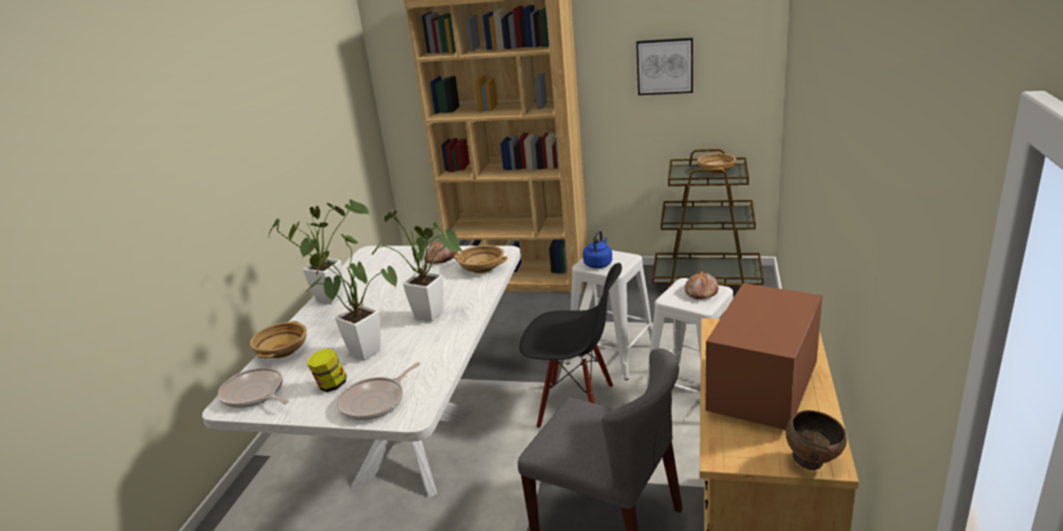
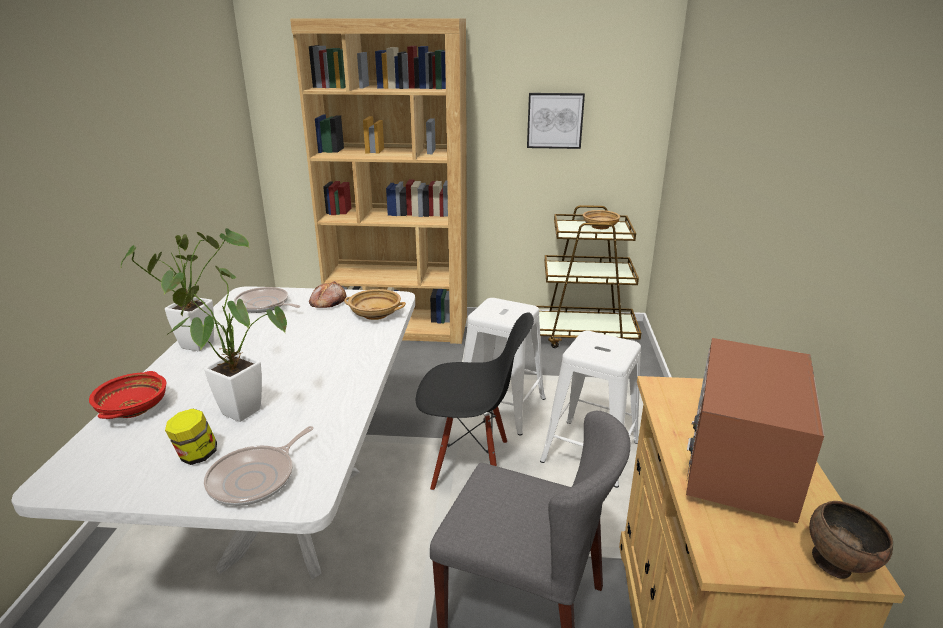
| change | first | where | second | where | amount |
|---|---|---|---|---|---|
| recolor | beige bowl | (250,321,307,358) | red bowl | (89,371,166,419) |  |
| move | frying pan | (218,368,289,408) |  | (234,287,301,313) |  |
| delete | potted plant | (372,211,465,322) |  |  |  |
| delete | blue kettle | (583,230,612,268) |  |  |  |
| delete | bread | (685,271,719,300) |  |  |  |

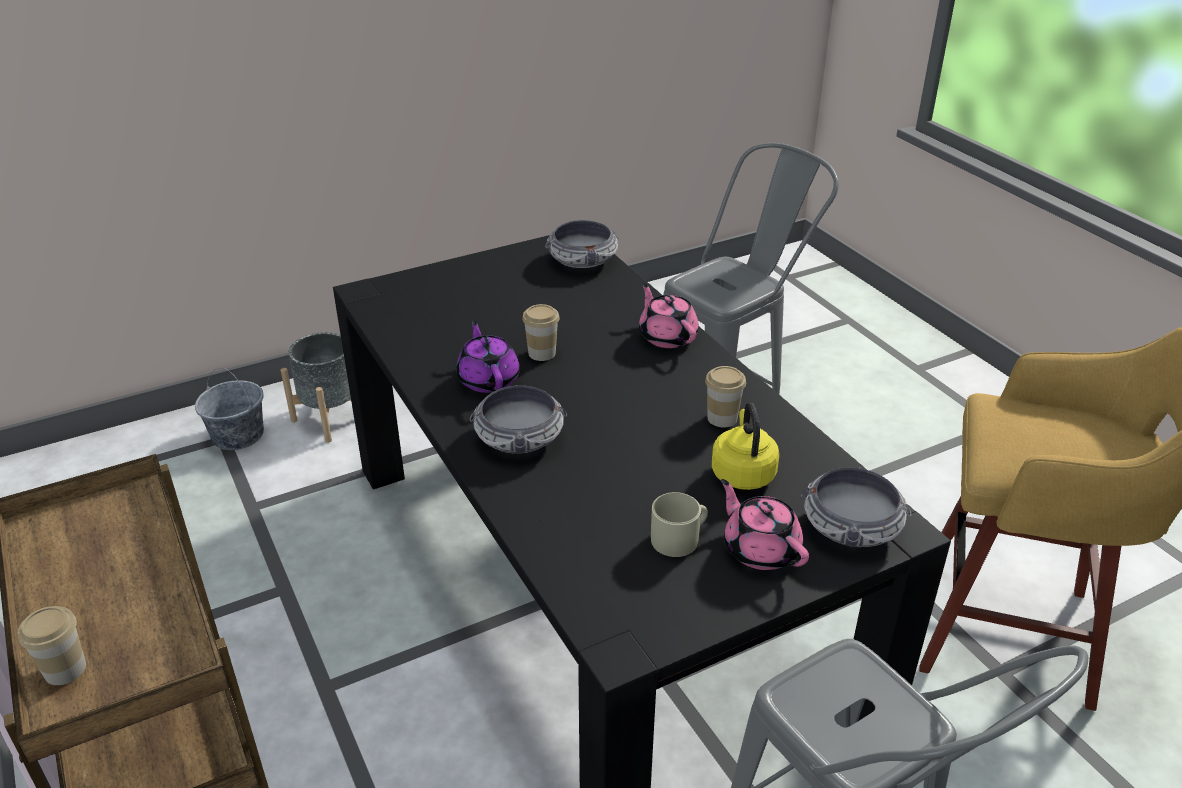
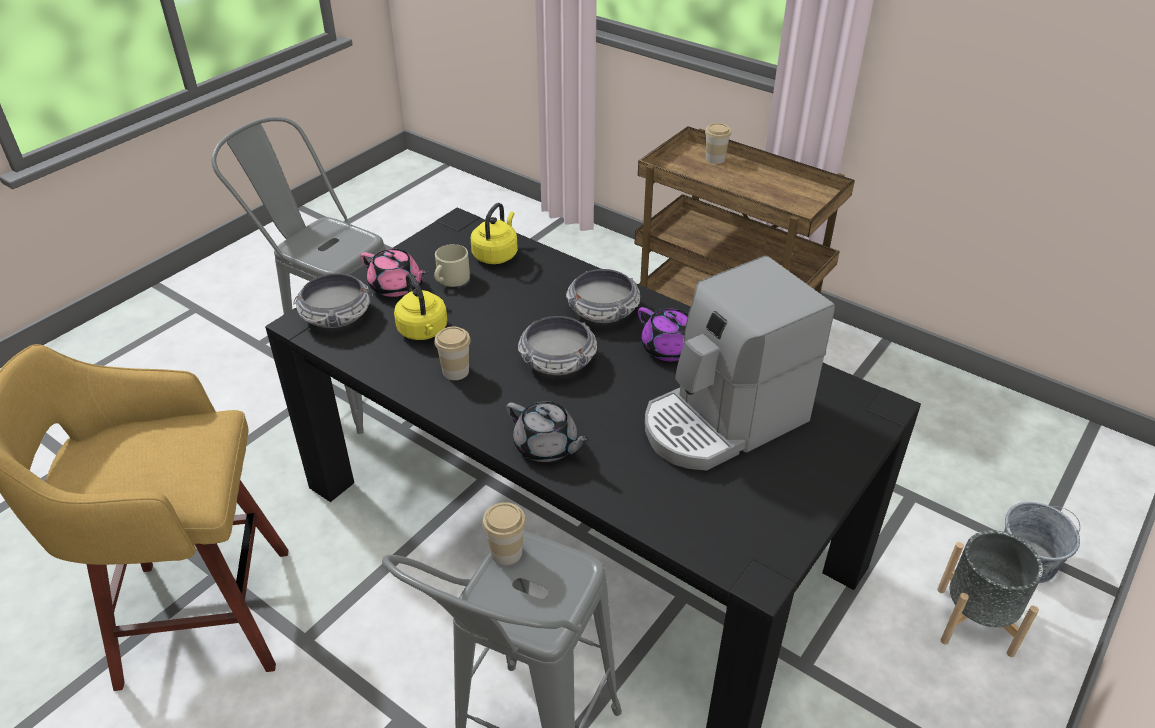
| change | first | where | second | where | amount |
|---|---|---|---|---|---|
| insert |  |  | yellow kettle | (471,203,518,264) |  |
| move | cup | (522,304,560,361) |  | (482,502,526,565) |  |
| recolor | pink teapot | (639,283,699,348) | grey teapot | (506,401,591,462) |  |
| move | bowl | (545,220,619,268) |  | (518,316,597,375) |  |
| insert |  |  | coffee machine | (645,256,835,471) |  |

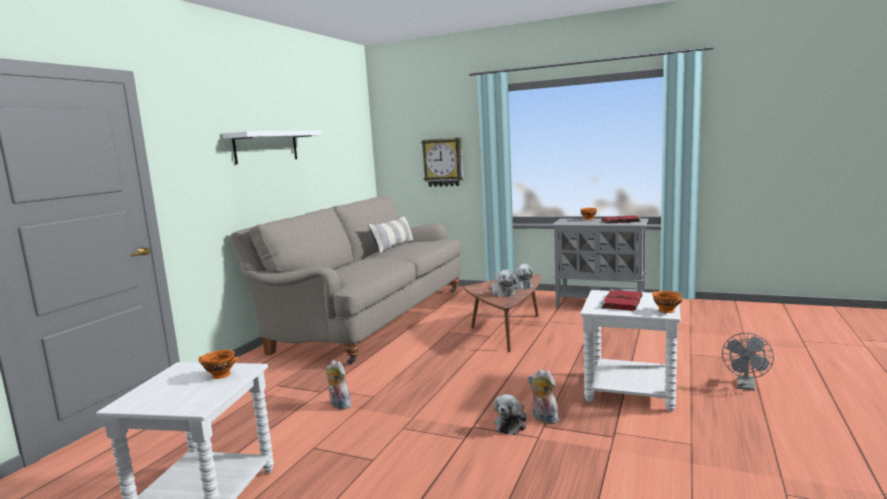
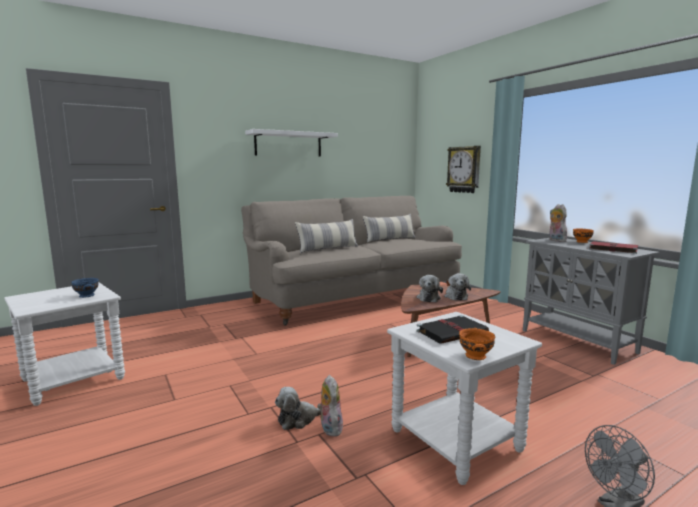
| change | first | where | second | where | amount |
|---|---|---|---|---|---|
| recolor | orange bowl | (198,350,238,379) | blue bowl | (71,278,99,298) |  |
| insert |  |  | pillow | (295,219,358,253) |  |
| recolor | red book | (601,290,643,311) | black book | (416,315,489,344) |  |
| move | plush toy | (326,360,352,410) |  | (549,204,567,242) |  |

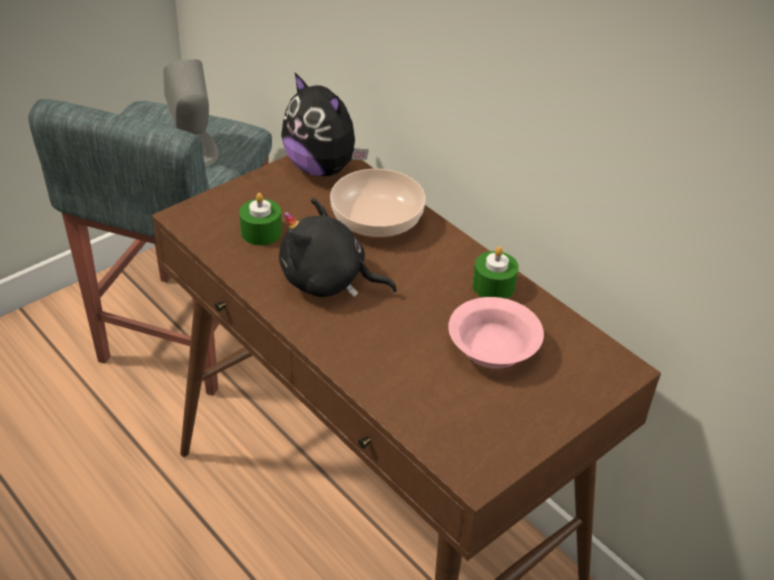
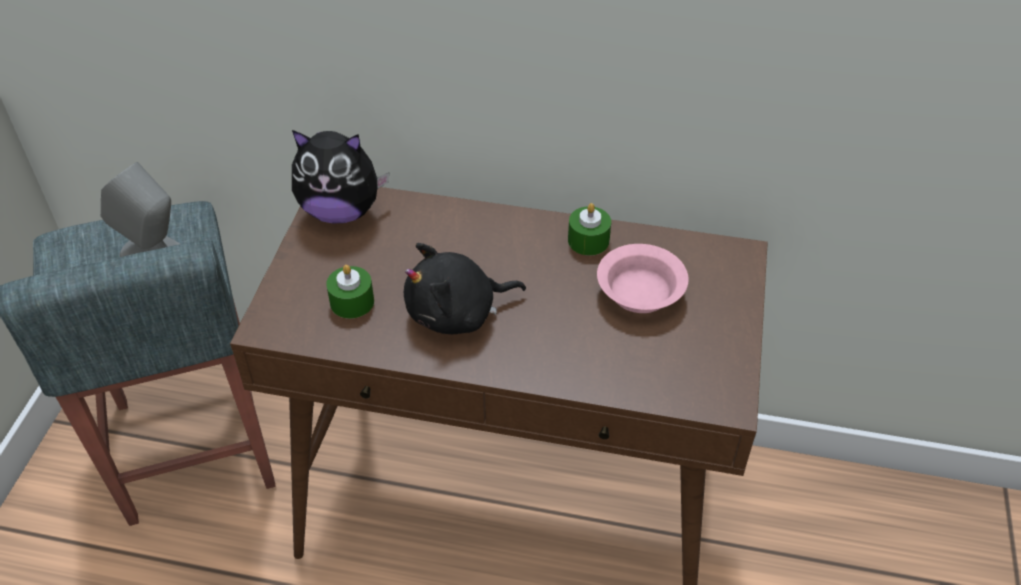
| change | first | where | second | where | amount |
|---|---|---|---|---|---|
| delete | bowl | (330,169,426,238) |  |  |  |

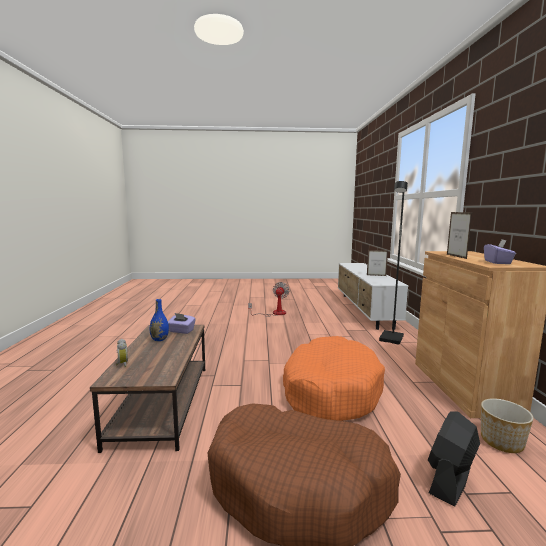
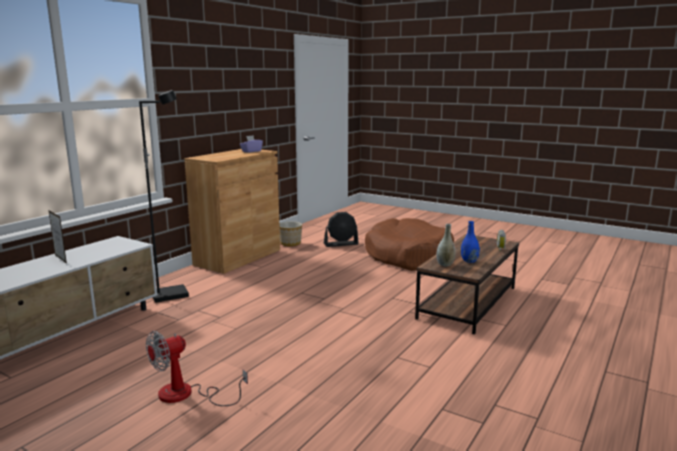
| change | first | where | second | where | amount |
|---|---|---|---|---|---|
| replace | purple tissue box | (168,313,196,334) | grey vase | (436,224,456,267) |  |
| delete | orange dog bed | (283,336,385,421) |  |  |  |
| delete | picture frame | (447,212,472,259) |  |  |  |

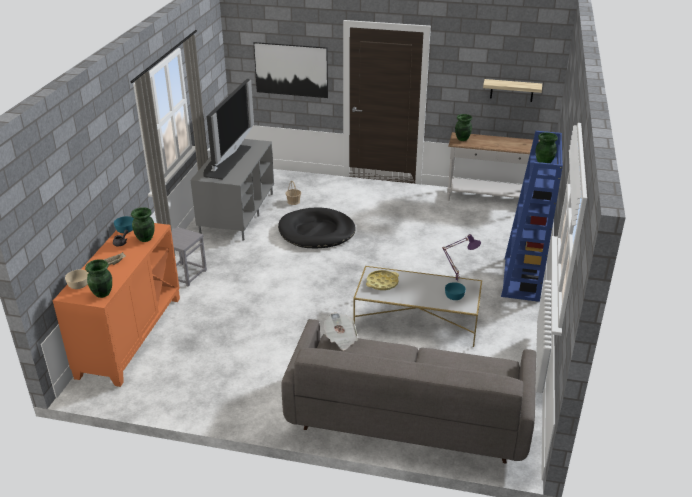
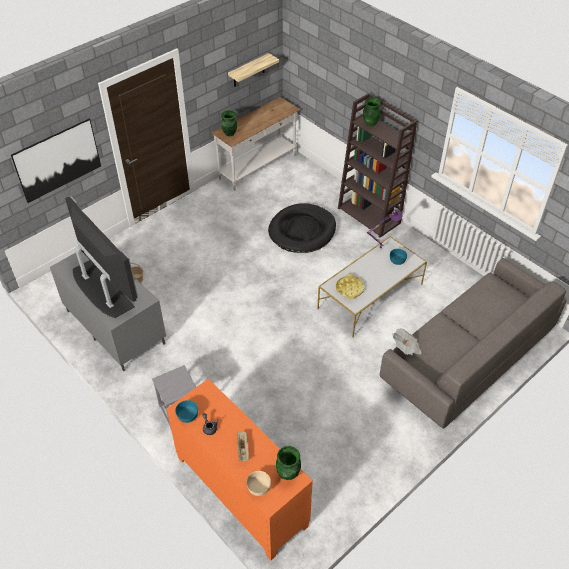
| change | first | where | second | where | amount |
|---|---|---|---|---|---|
| move | black dog bed | (278,207,356,248) |  | (268,203,336,253) |  |
| recolor | blue bookcase | (501,131,563,302) | brown bookcase | (338,93,417,238) |  |
| delete | green vase | (131,207,155,242) |  |  |  |

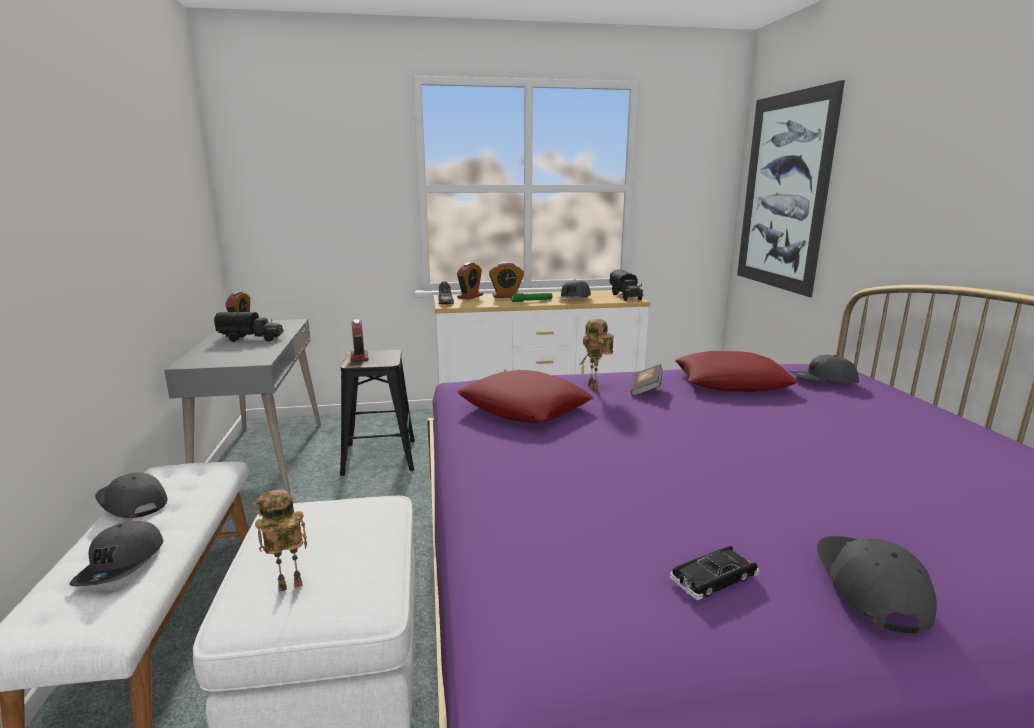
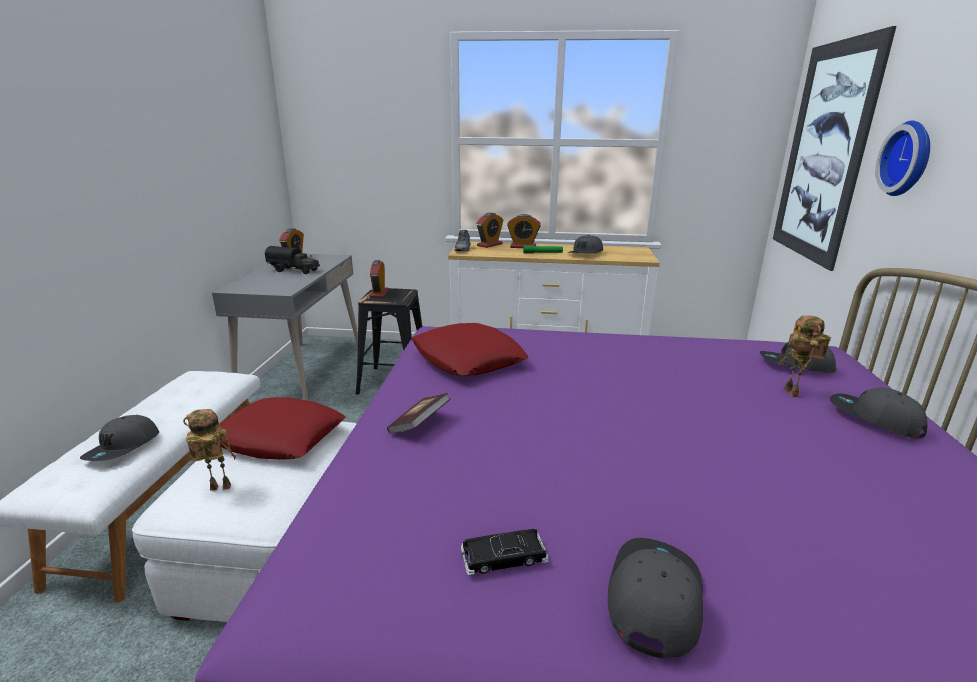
| change | first | where | second | where | amount |
|---|---|---|---|---|---|
| move | red pillow | (675,351,798,392) |  | (219,398,346,460) |  |
| move | book | (631,364,663,396) |  | (387,393,450,434) |  |
| move | toy robot | (580,319,614,391) |  | (778,315,831,397) |  |
| move | grey cap | (95,473,168,518) |  | (830,388,927,439) |  |
| insert |  |  | wall clock | (875,121,930,196) |  |
| delete | toy truck | (610,269,643,301) |  |  |  |

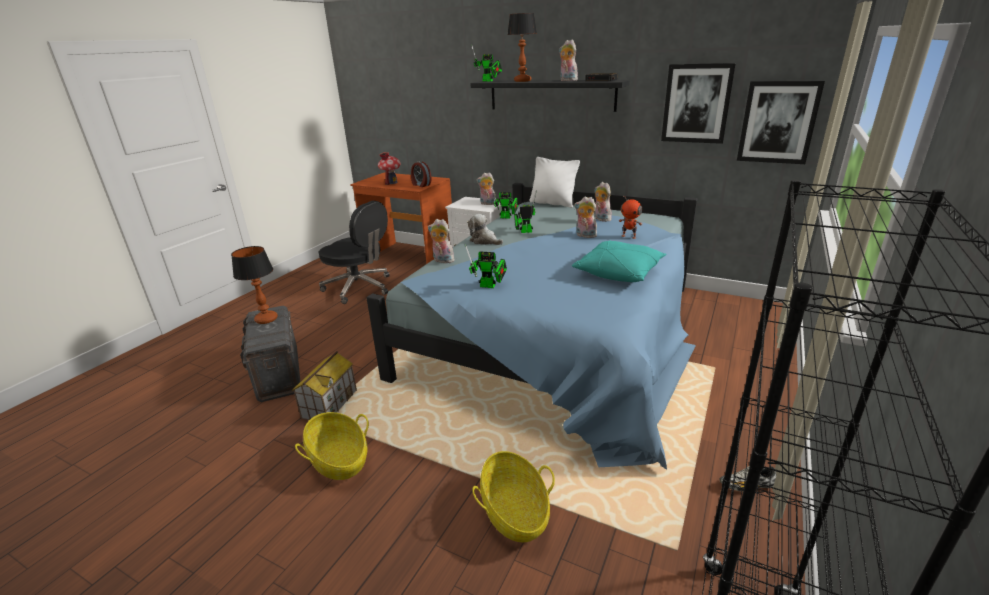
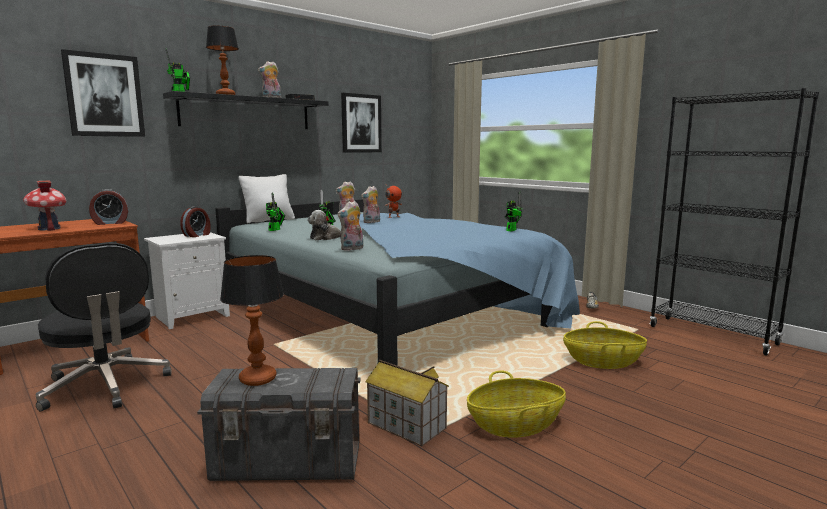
| change | first | where | second | where | amount |
|---|---|---|---|---|---|
| rotate | black office chair | (319,201,390,304) |  | (36,243,171,412) | 90 degrees clockwise |
| move | picture | (737,81,825,164) |  | (61,49,145,137) |  |
| replace | plush toy | (477,172,496,205) | alarm clock | (180,206,211,237) |  |
| move | toy robot | (465,244,507,288) |  | (504,191,522,231) |  |
| delete | turquoise pillow | (572,241,667,282) |  |  |  |

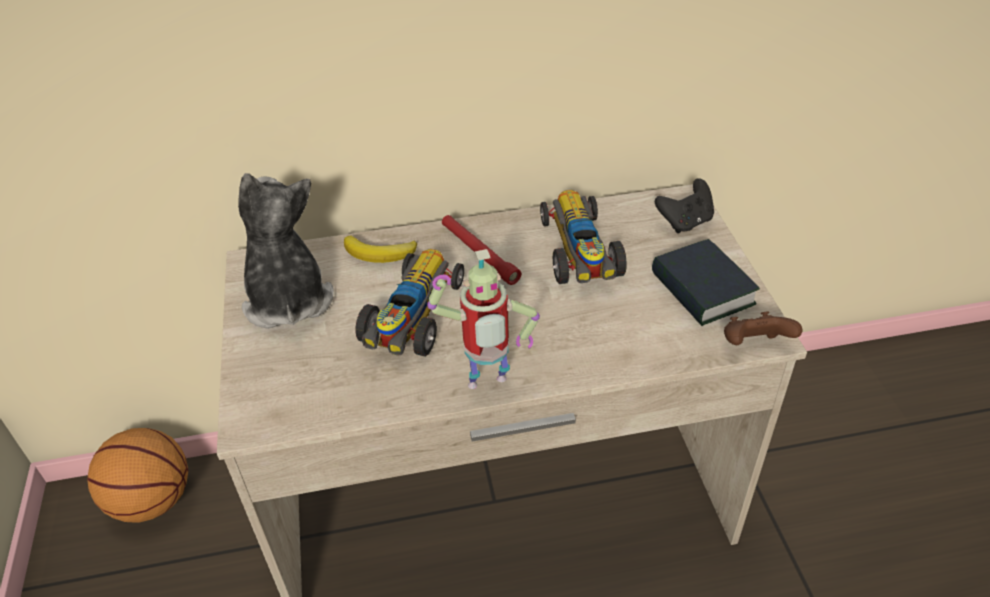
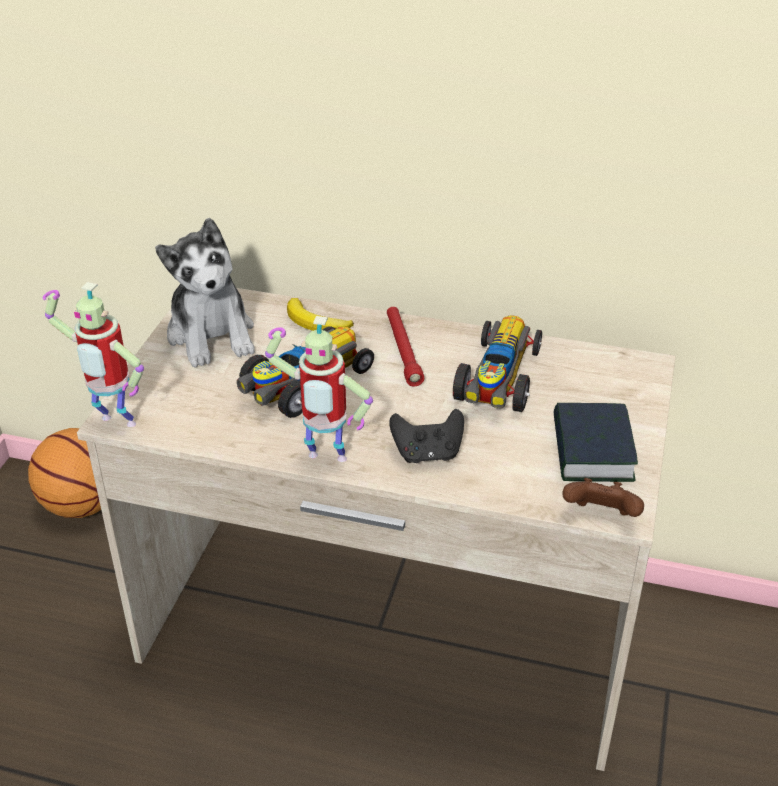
| change | first | where | second | where | amount |
|---|---|---|---|---|---|
| insert |  |  | toy robot | (43,282,144,427) |  |
| rotate | plush toy | (238,173,334,329) |  | (155,218,255,368) | 150 degrees clockwise |
| move | black game controller | (655,178,714,233) |  | (389,409,464,463) |  |

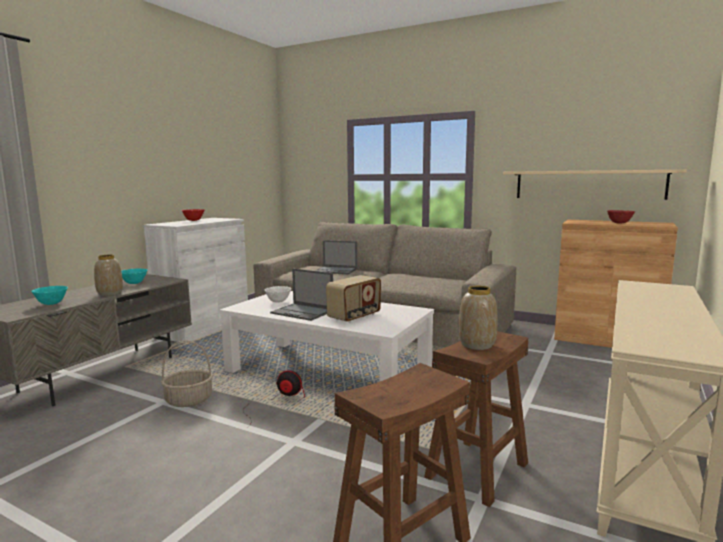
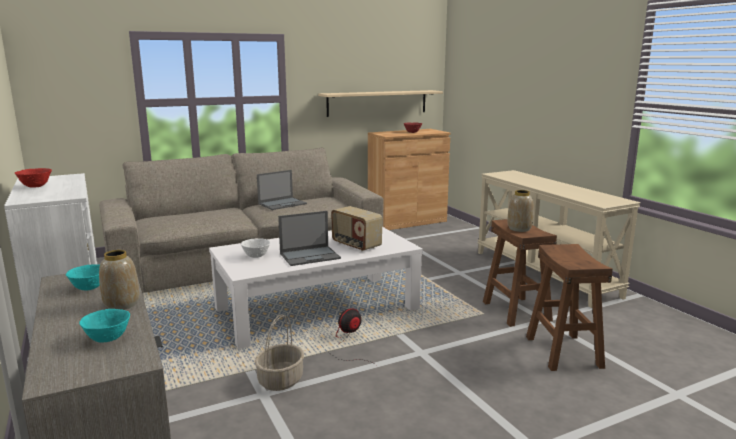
| change | first | where | second | where | amount |
|---|---|---|---|---|---|
| move | laptop | (315,240,357,274) |  | (257,170,307,210) |  |
| rotate | radio | (326,275,381,323) |  | (331,206,383,252) | 150 degrees clockwise |

